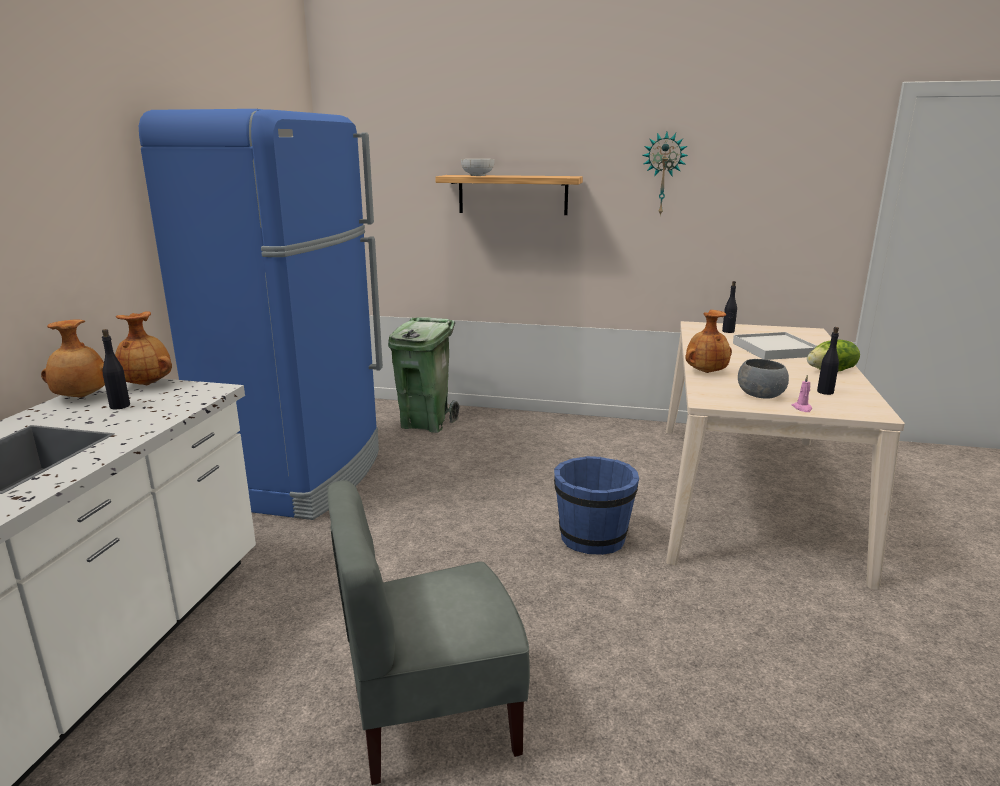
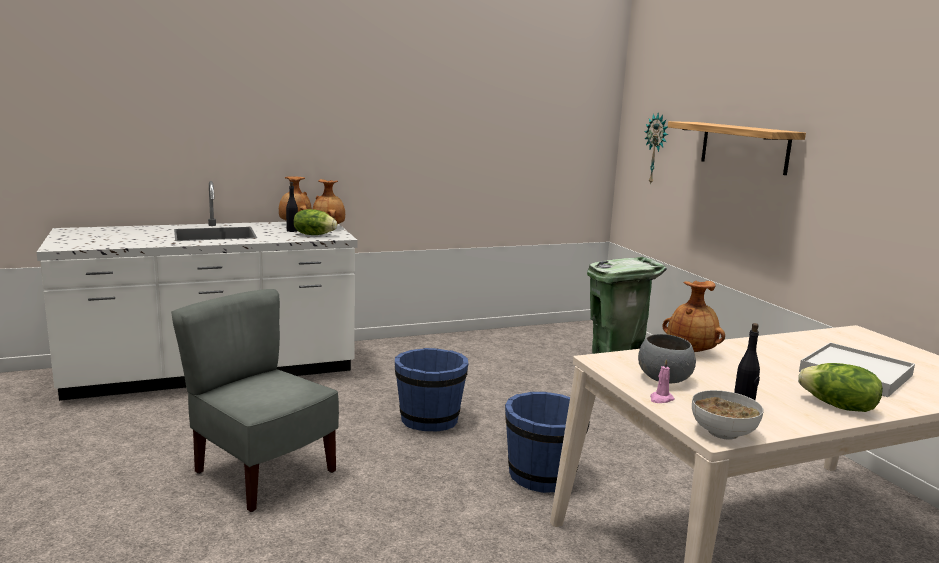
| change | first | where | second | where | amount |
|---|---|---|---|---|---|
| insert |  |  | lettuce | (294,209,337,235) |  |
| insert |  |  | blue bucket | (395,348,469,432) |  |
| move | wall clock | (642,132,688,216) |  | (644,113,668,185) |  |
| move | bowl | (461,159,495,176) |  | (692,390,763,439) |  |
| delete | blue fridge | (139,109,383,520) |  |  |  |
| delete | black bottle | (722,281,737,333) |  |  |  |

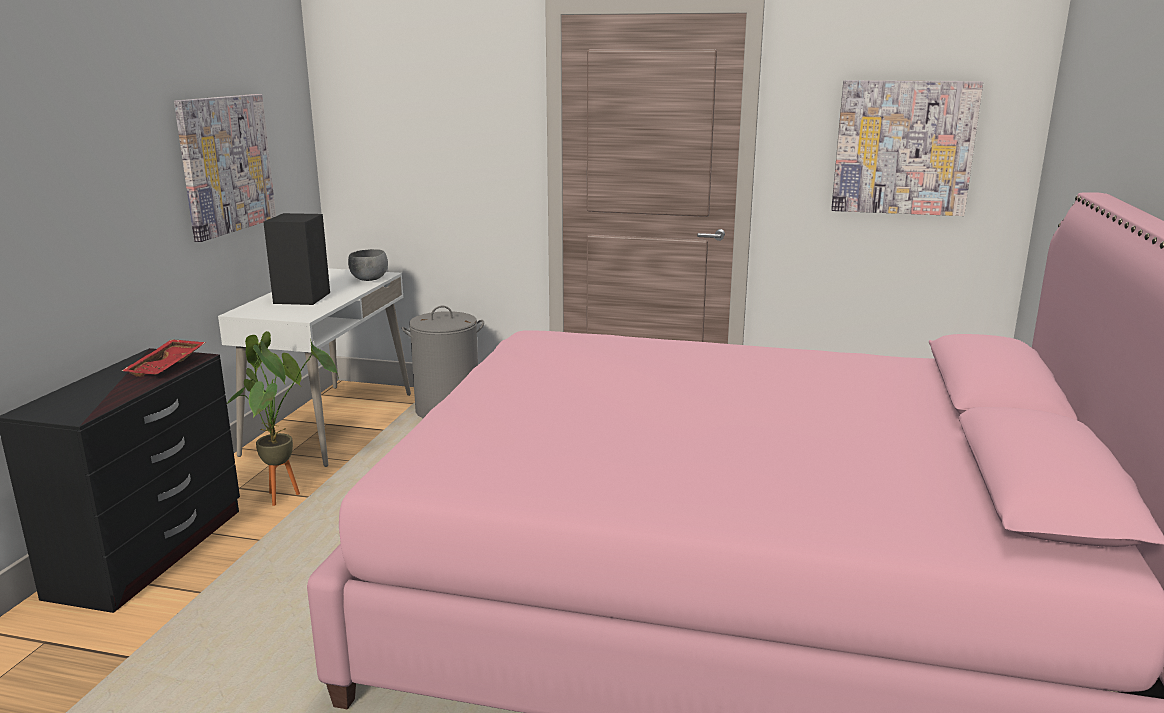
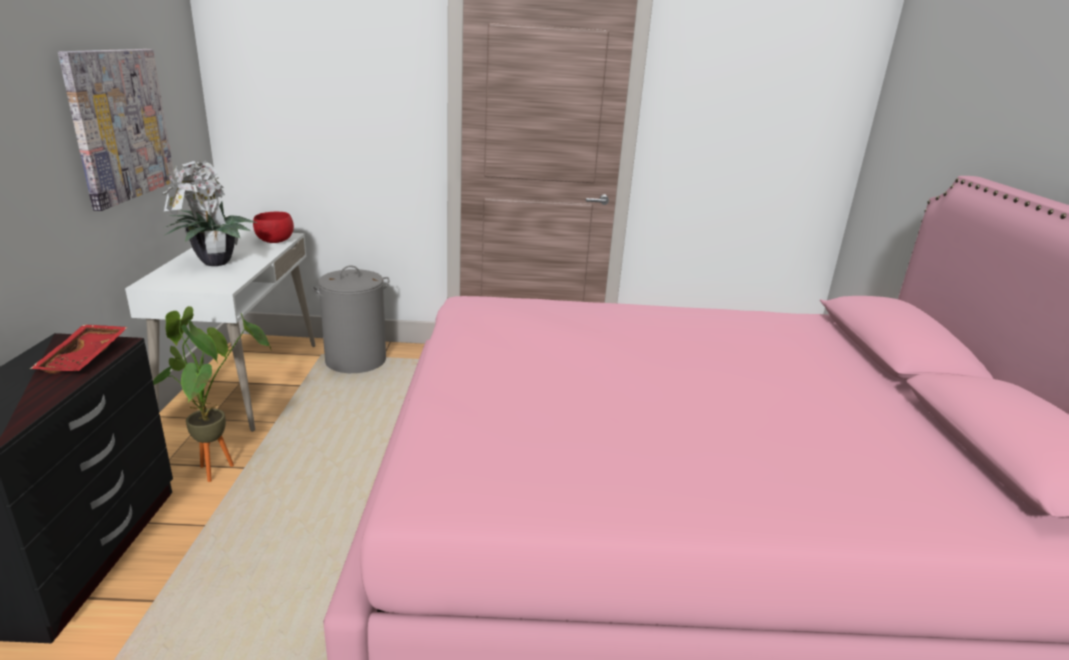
| change | first | where | second | where | amount |
|---|---|---|---|---|---|
| replace | black speaker | (263,213,330,305) | potted plant | (163,160,257,266) |  |
| recolor | grey bowl | (348,249,388,281) | red bowl | (253,212,294,243) |  |
| delete | picture | (831,80,983,216) |  |  |  |

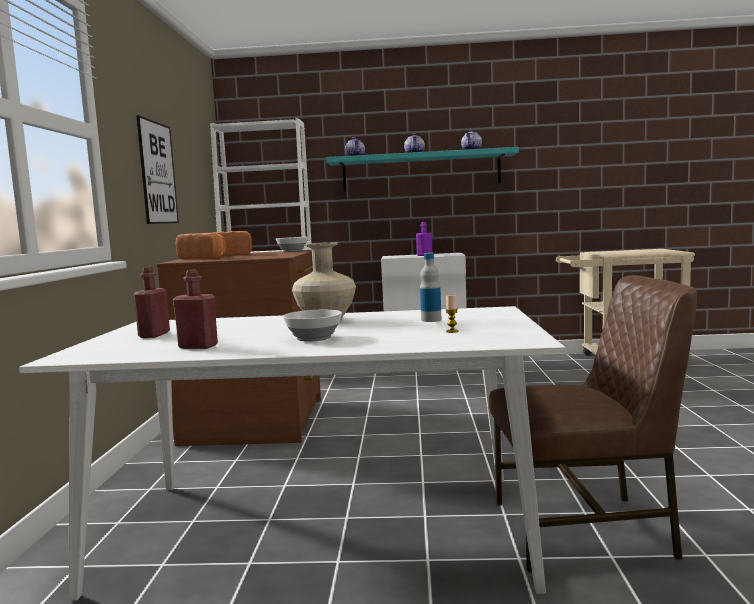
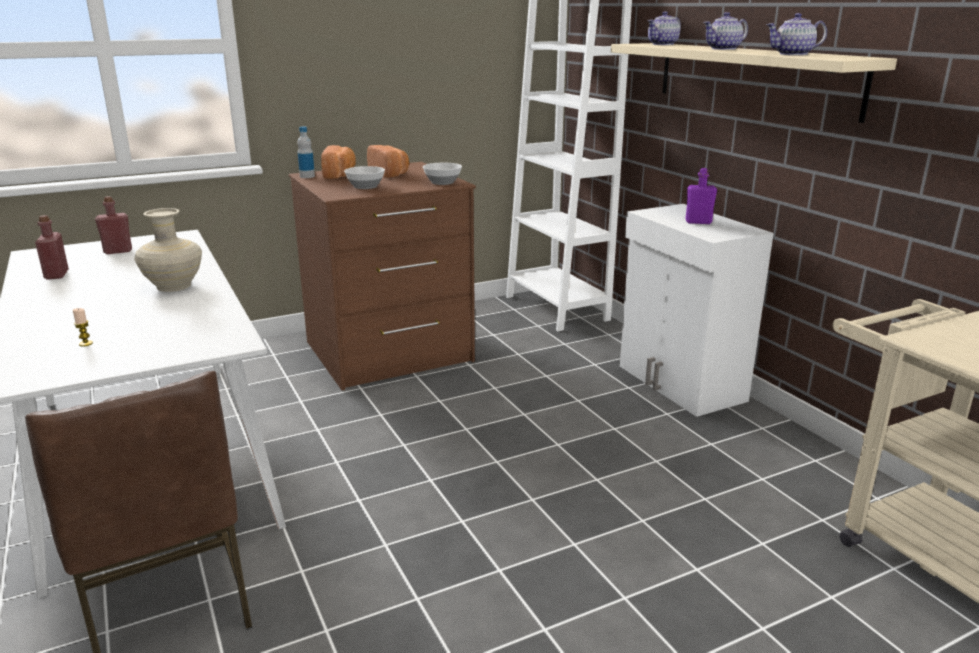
| change | first | where | second | where | amount |
|---|---|---|---|---|---|
| move | bottle | (420,253,442,322) |  | (297,127,315,178) |  |
| move | bowl | (283,310,342,342) |  | (344,166,385,189) |  |
| recolor | turquoise shelf | (326,147,519,191) | beige shelf | (611,43,897,123) |  |
| delete | picture | (136,115,179,224) |  |  |  |

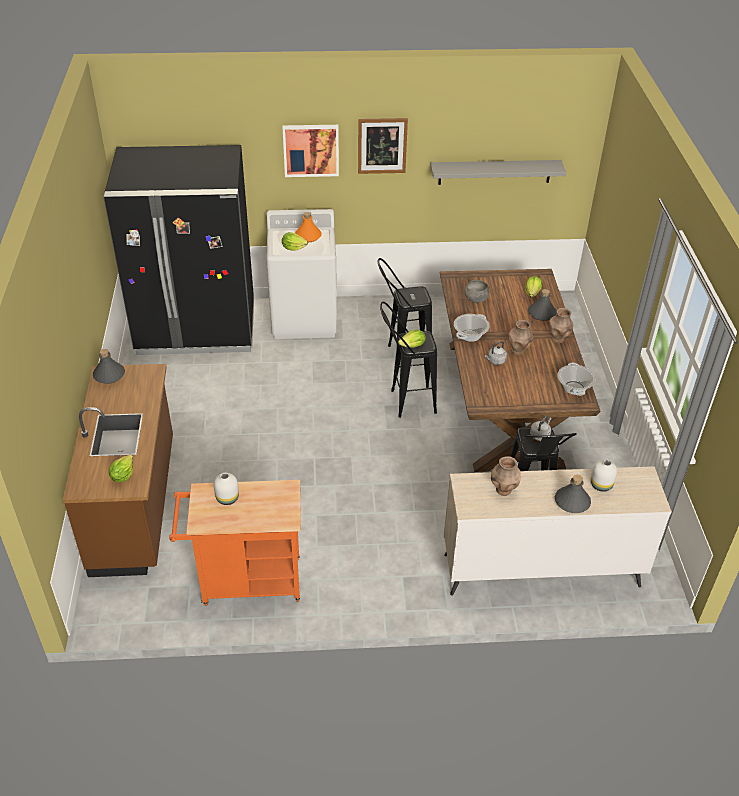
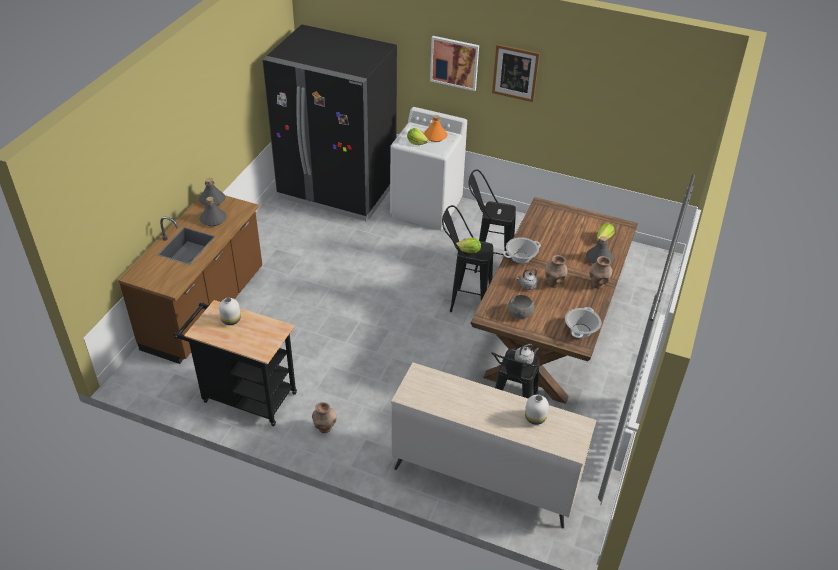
| change | first | where | second | where | amount |
|---|---|---|---|---|---|
| recolor | orange cart | (169,480,301,606) | black cart | (173,300,297,426) |  |
| move | grey bottle | (555,475,591,513) |  | (200,197,227,226) |  |
| move | brown vase | (491,456,521,496) |  | (312,402,336,433) |  |
| move | grey bowl | (464,280,490,303) |  | (508,295,534,319) |  |
| delete | lettuce | (109,454,133,482) |  |  |  |
| delete | grey shelf | (430,160,566,185) |  |  |  |

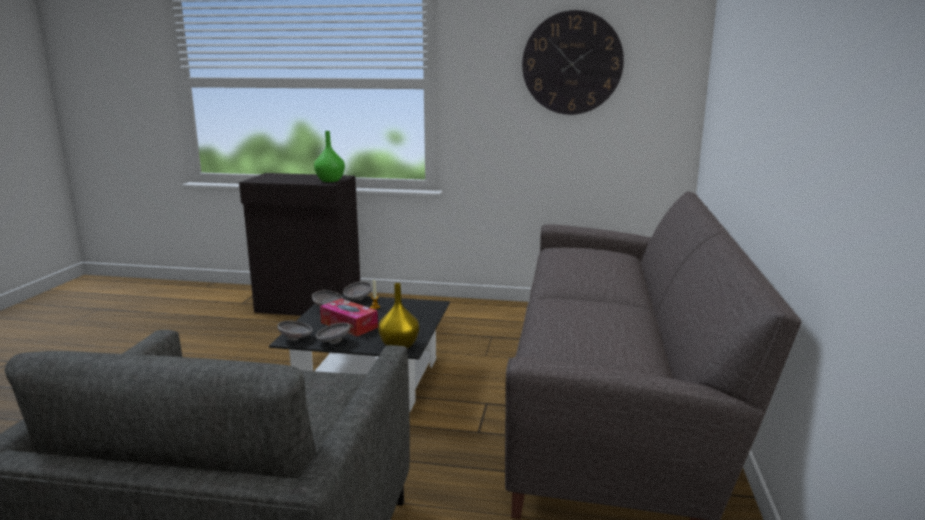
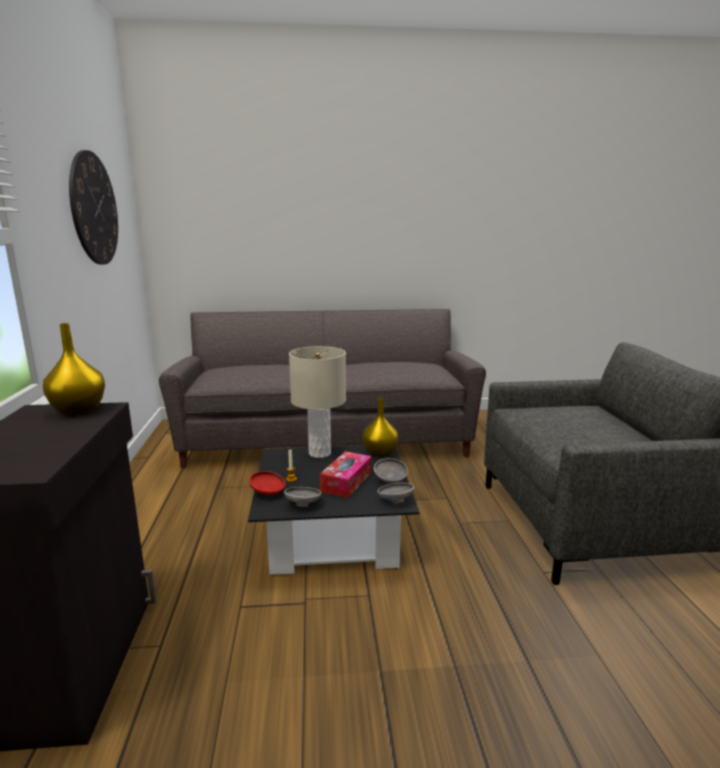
| change | first | where | second | where | amount |
|---|---|---|---|---|---|
| recolor | green vase | (314,131,345,182) | yellow vase | (43,323,105,416) |  |
| recolor | grey bowl | (343,281,372,300) | red bowl | (249,471,286,495) |  |
| insert |  |  | beige table lamp | (289,346,346,458) |  |

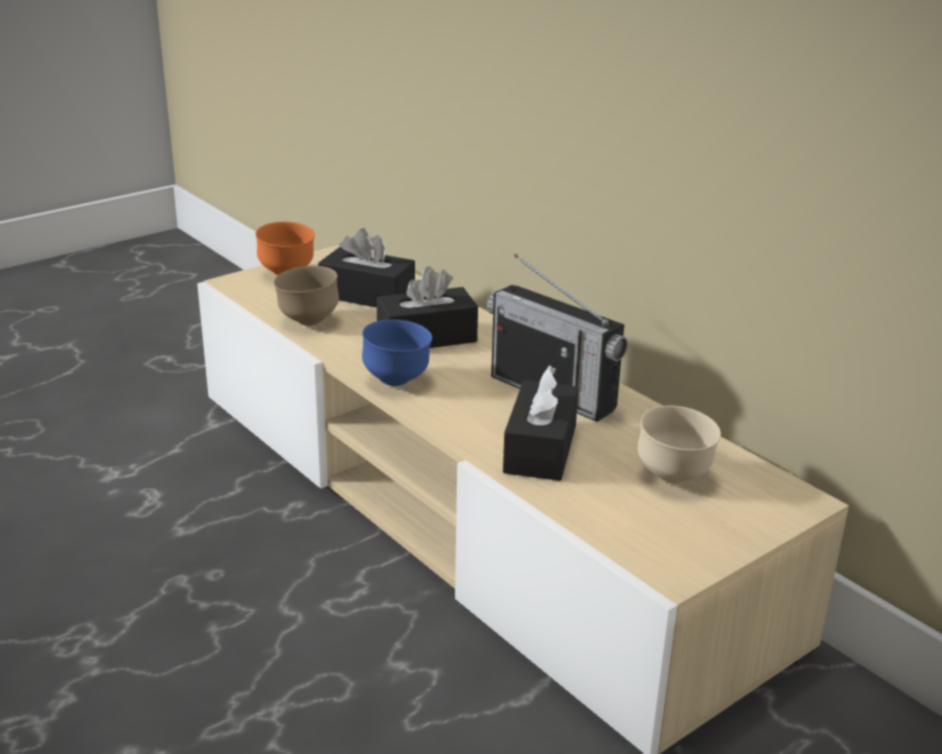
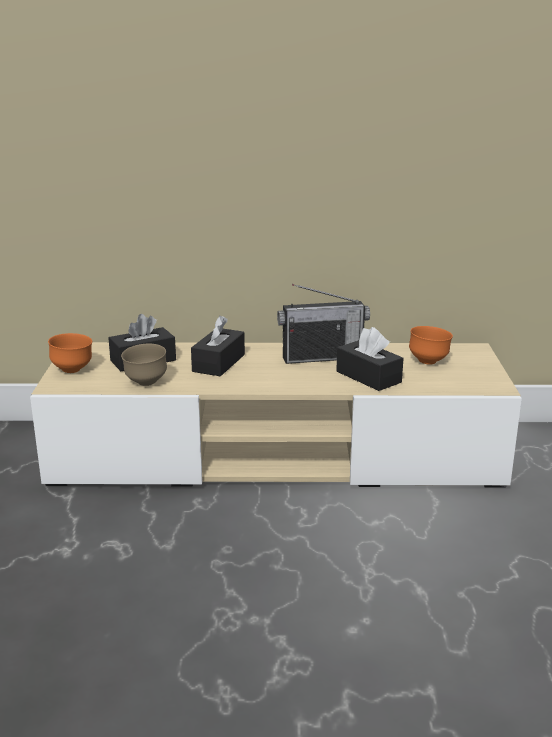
| change | first | where | second | where | amount |
|---|---|---|---|---|---|
| recolor | beige bowl | (637,406,721,484) | orange bowl | (409,326,453,365) |  |
| delete | blue bowl | (362,319,432,386) |  |  |  |

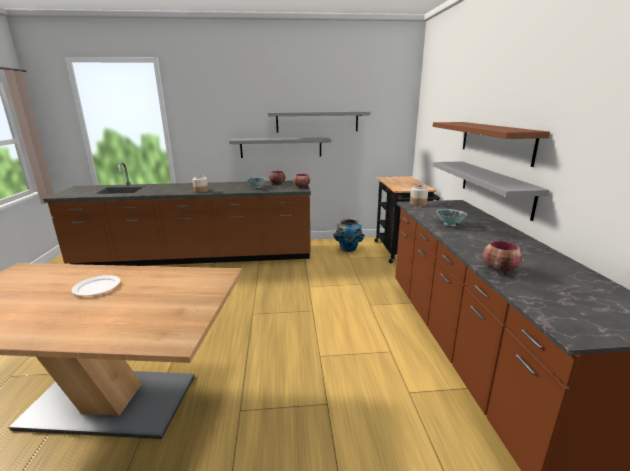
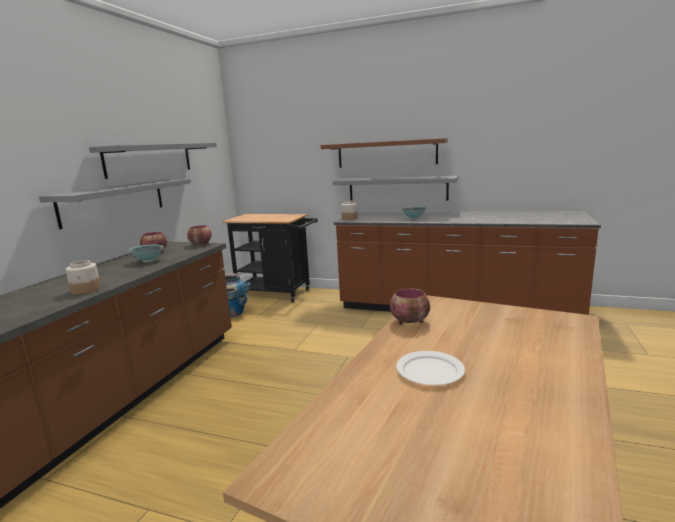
| change | first | where | second | where | amount |
|---|---|---|---|---|---|
| move | bowl | (483,241,522,275) |  | (390,288,430,324) |  |

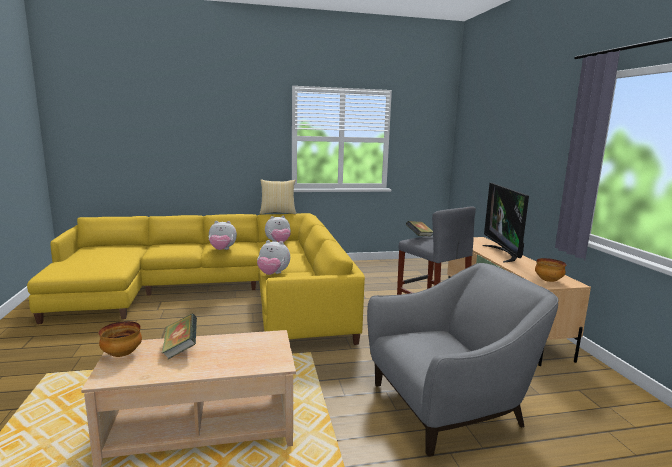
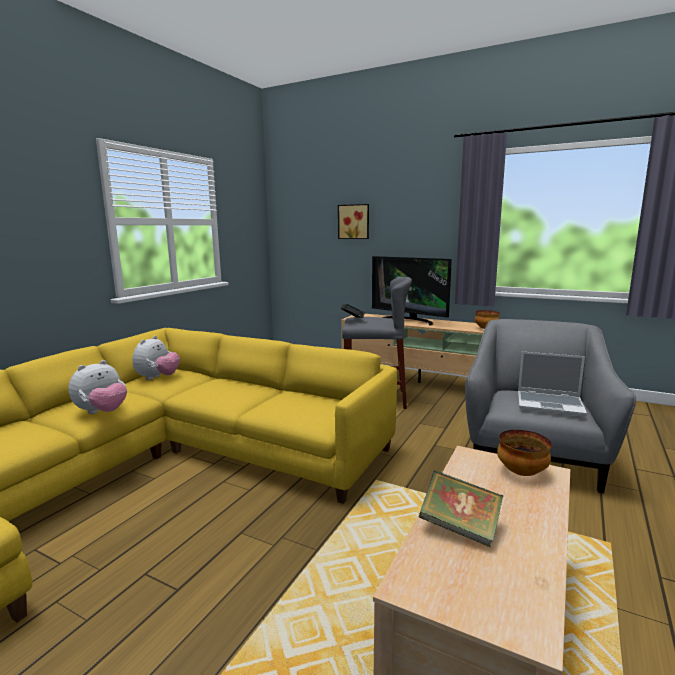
| change | first | where | second | where | amount |
|---|---|---|---|---|---|
| insert |  |  | picture | (338,204,369,239) |  |
| move | bowl | (99,321,142,357) |  | (497,430,552,476) |  |
| insert |  |  | laptop | (518,352,587,417) |  |
| delete | plush toy | (257,240,290,275) |  |  |  |
| delete | pillow | (260,179,296,214) |  |  |  |

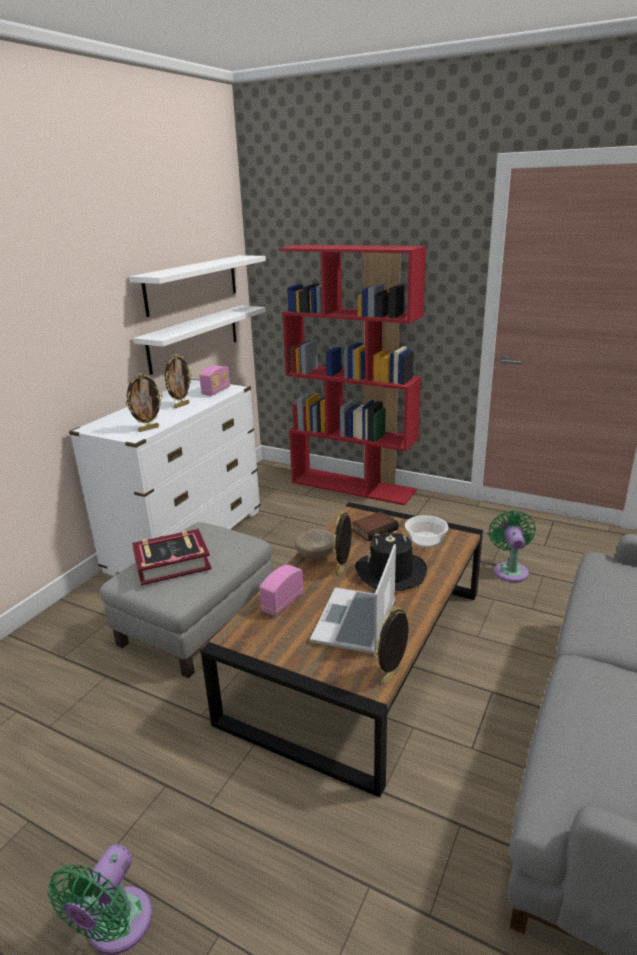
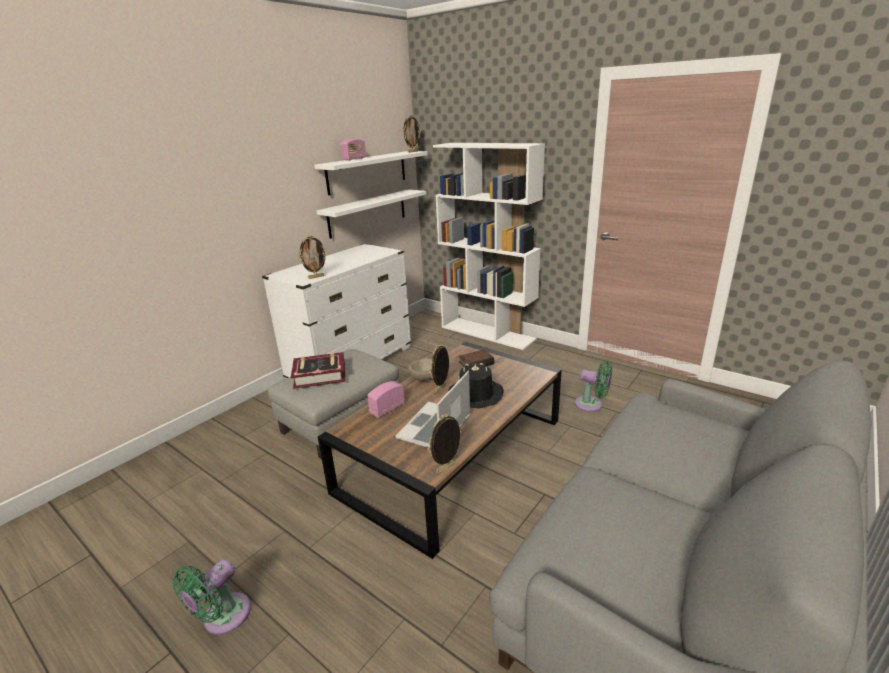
| change | first | where | second | where | amount |
|---|---|---|---|---|---|
| move | radio | (199,366,230,396) |  | (340,139,366,161) |  |
| move | picture frame | (164,354,192,409) |  | (403,115,421,153) |  |
| recolor | red bookcase | (279,245,426,506) | white bookcase | (433,143,545,350) |  |
| rotate | green fan | (488,510,536,582) |  | (575,361,612,412) | 105 degrees clockwise |
| delete | bowl | (405,515,448,548) |  |  |  |

